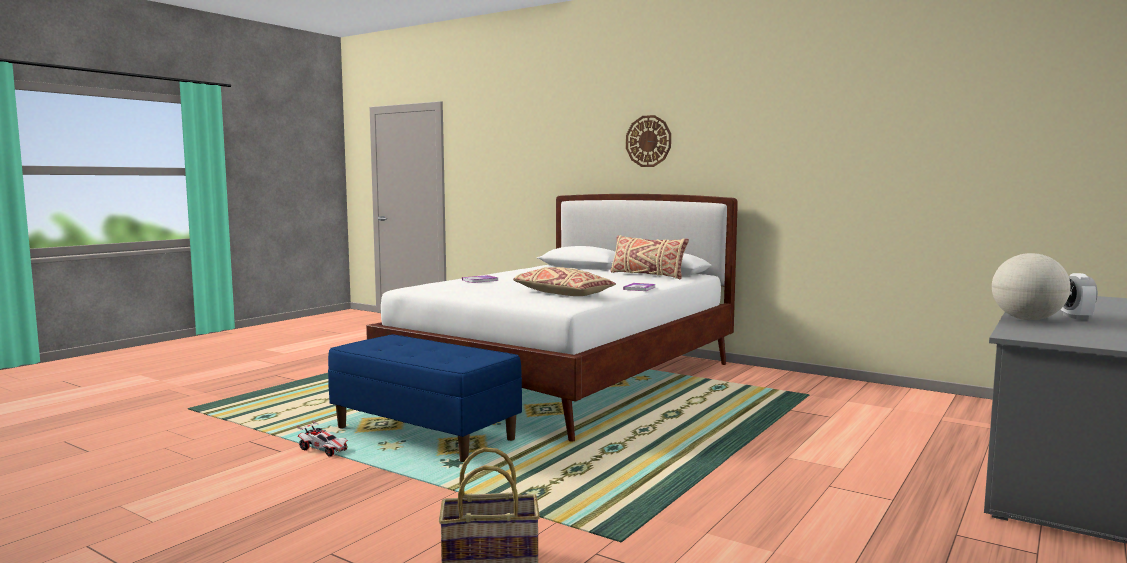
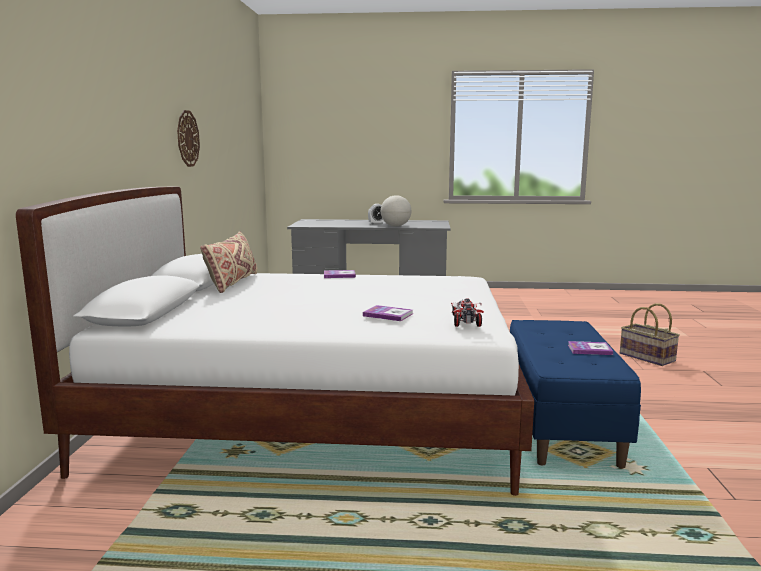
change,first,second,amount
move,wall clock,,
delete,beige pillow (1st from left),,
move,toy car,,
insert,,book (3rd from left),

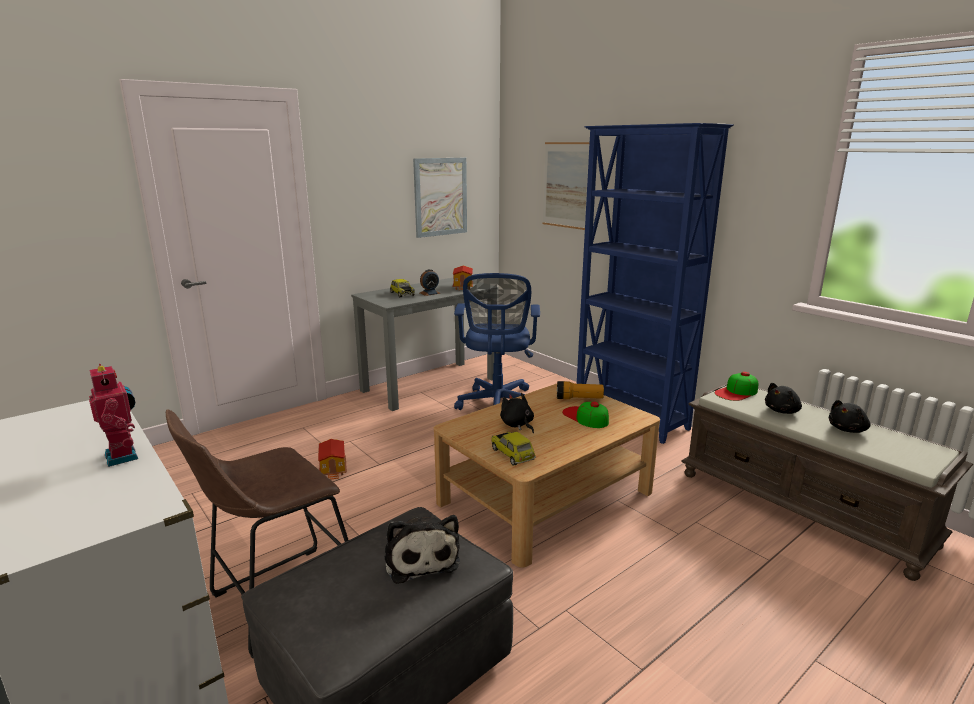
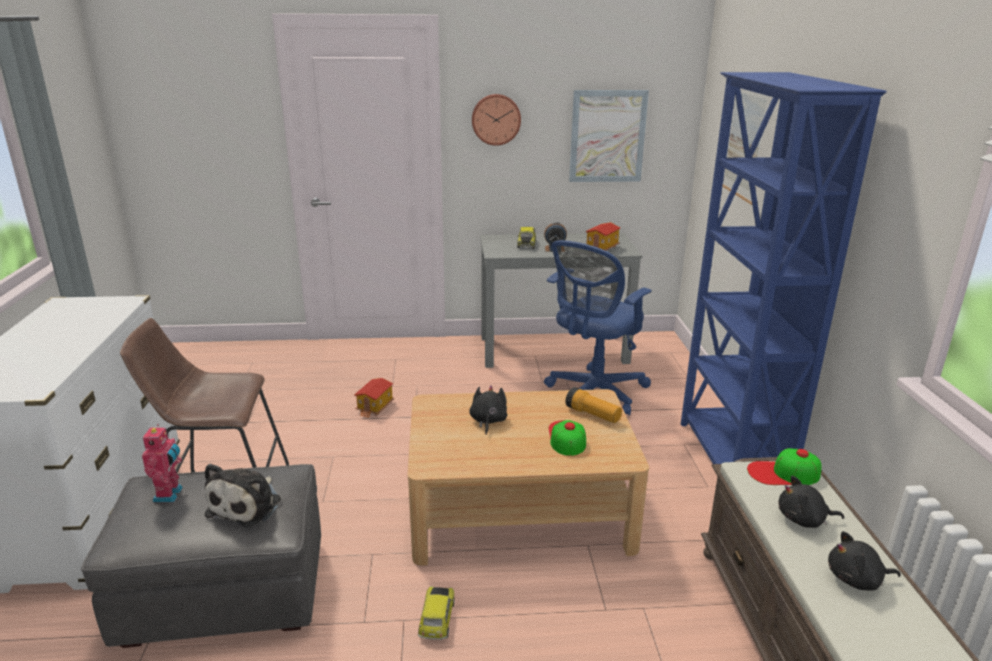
change,first,second,amount
move,toy robot,,
move,toy car (2nd from left in the first image),toy car (1st from left),
insert,,wall clock,

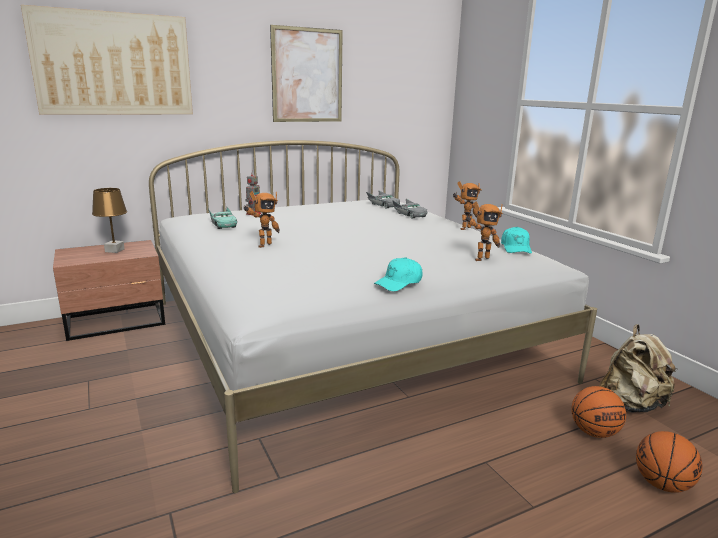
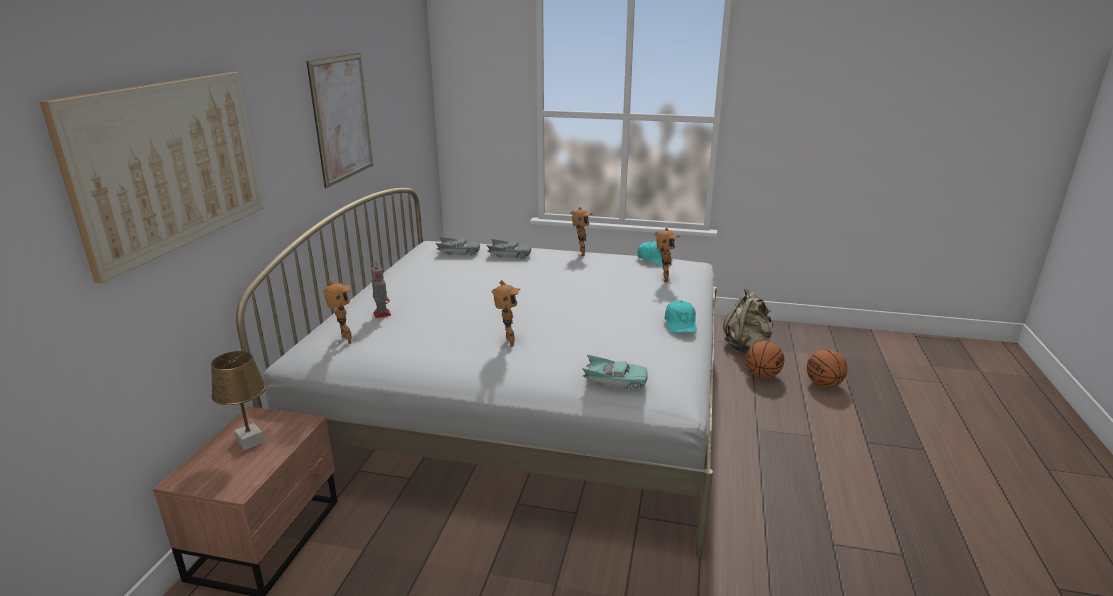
change,first,second,amount
move,turquoise toy car,,
insert,,toy robot (1st from left),

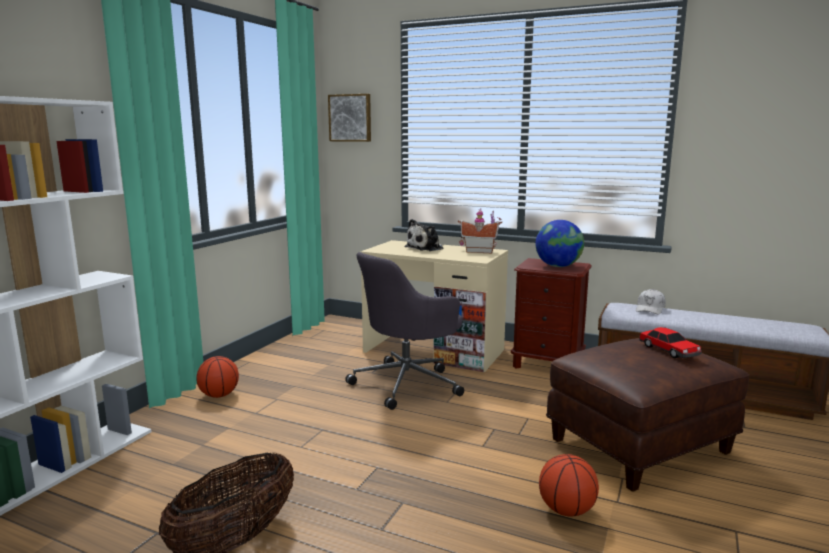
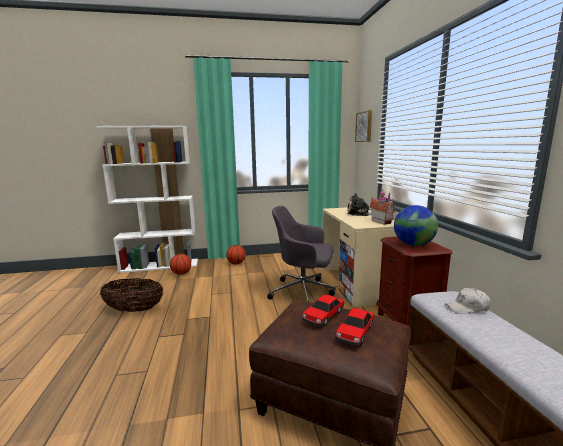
change,first,second,amount
move,basketball (2nd from left in the first image),basketball (1st from left),
insert,,toy car (1st from left),

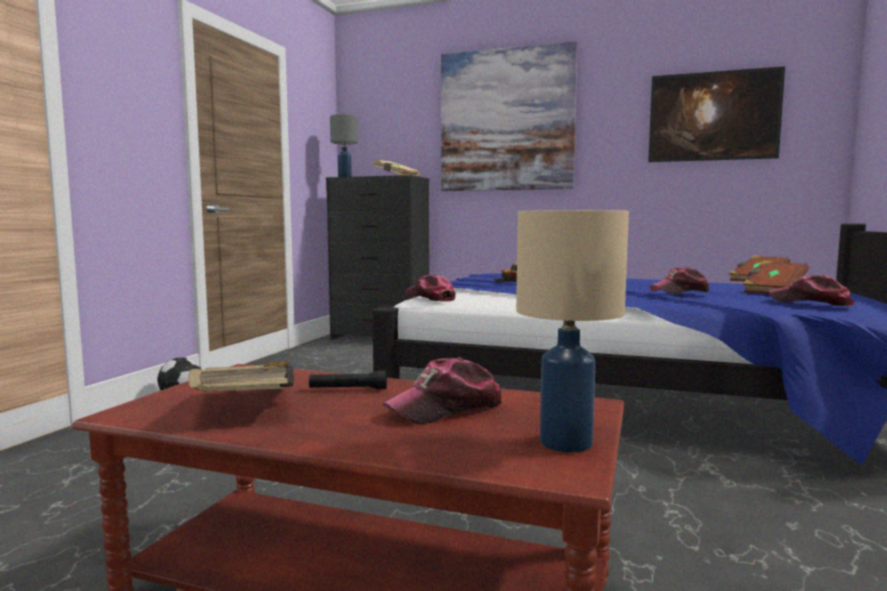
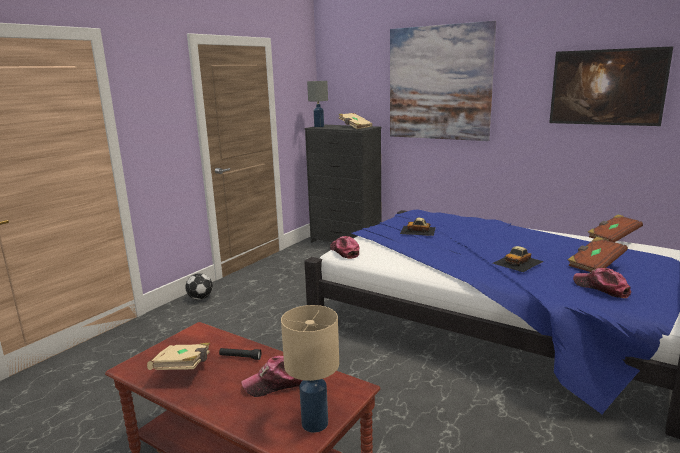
change,first,second,amount
replace,cap (3rd from left),toy car (2nd from left),

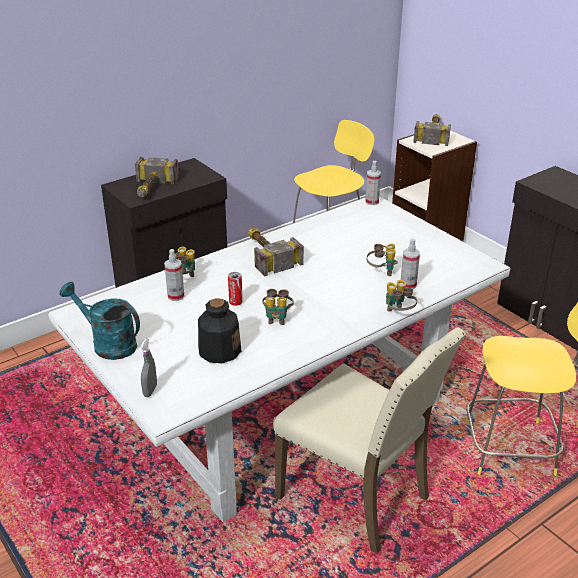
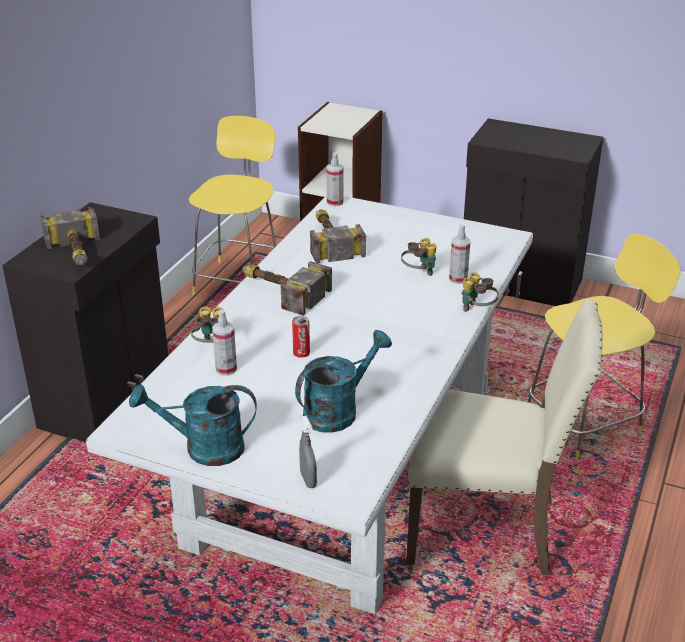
change,first,second,amount
move,hammer (3rd from left),,
delete,binoculars (2nd from left),,
replace,bottle,turquoise watering can (2nd from left),

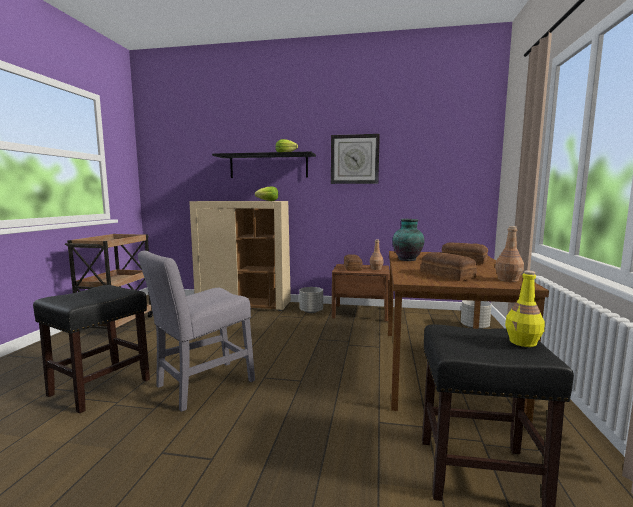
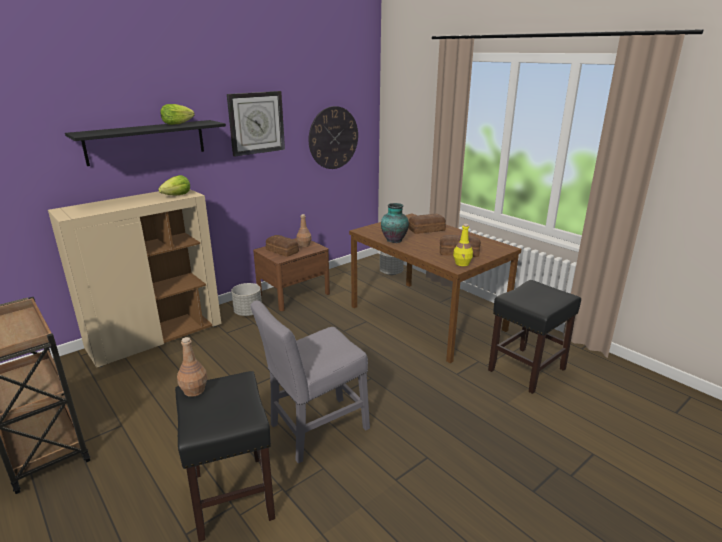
change,first,second,amount
move,brown bottle (2nd from left in the first image),brown bottle (1st from left),
rotate,grey chair,,60 degrees clockwise
move,yellow bottle,,
insert,,wall clock (2nd from left),

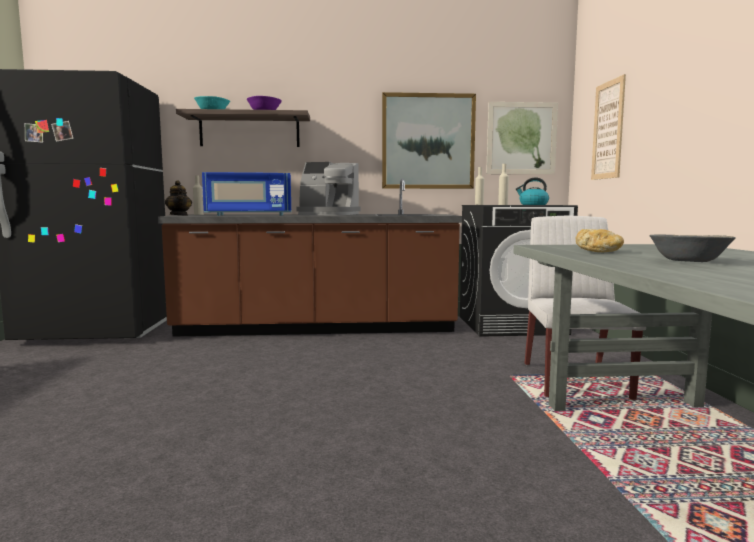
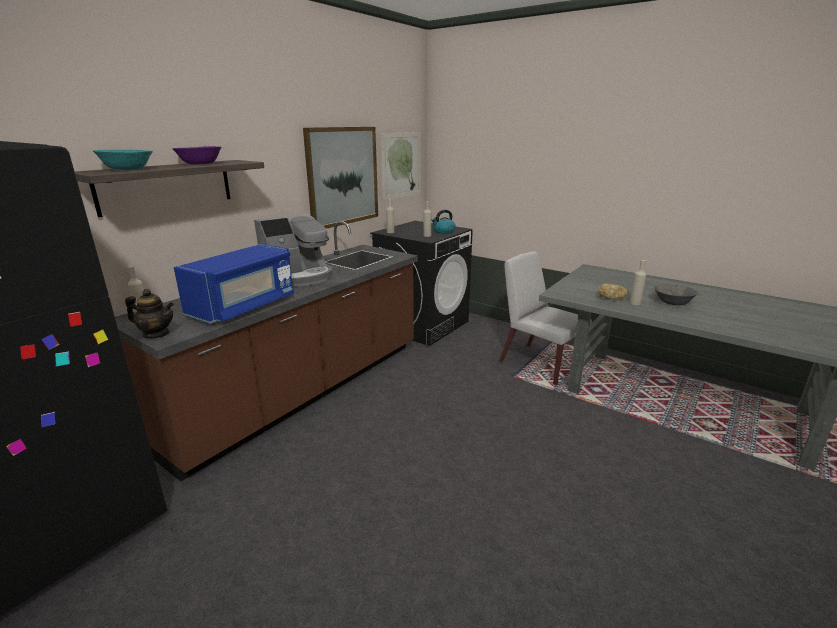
change,first,second,amount
delete,picture (3rd from left),,
insert,,beige bottle (4th from left),

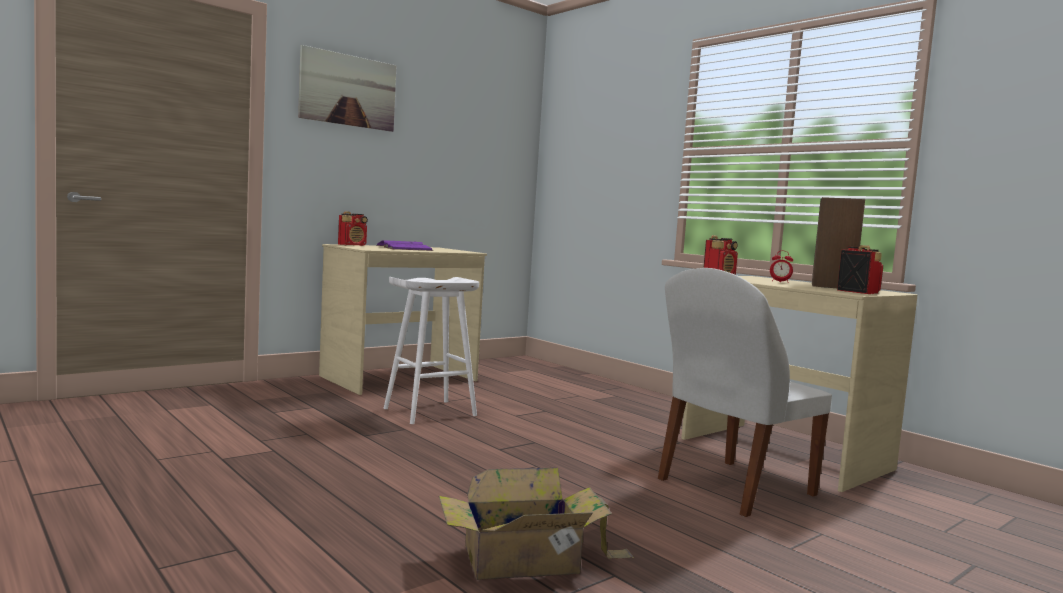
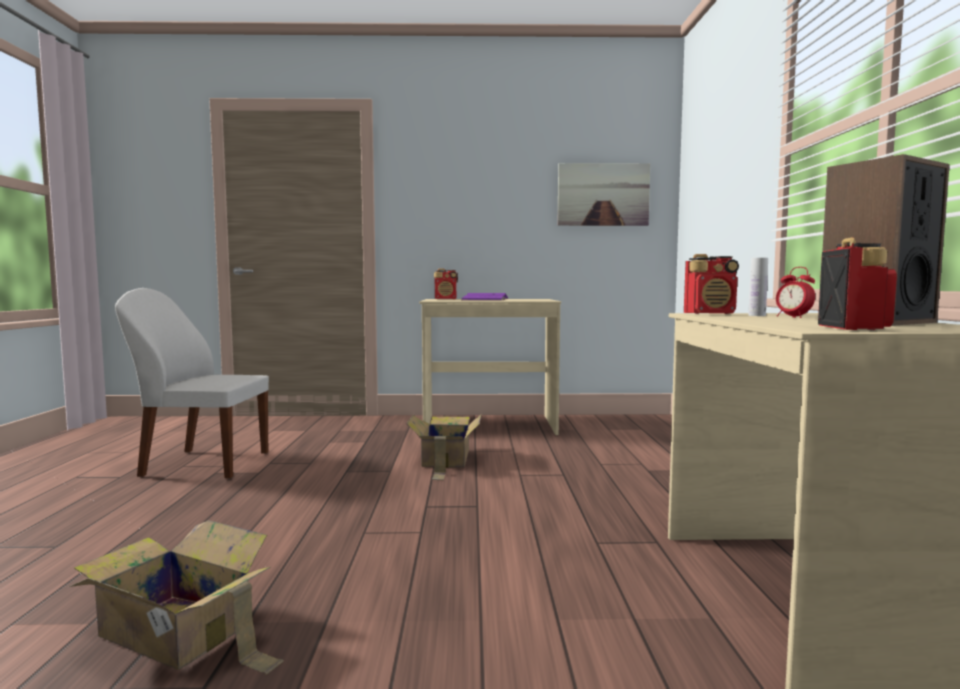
change,first,second,amount
move,picture,,
move,white chair,,
replace,white stool,cardboard box (2nd from left),
insert,,white bottle,

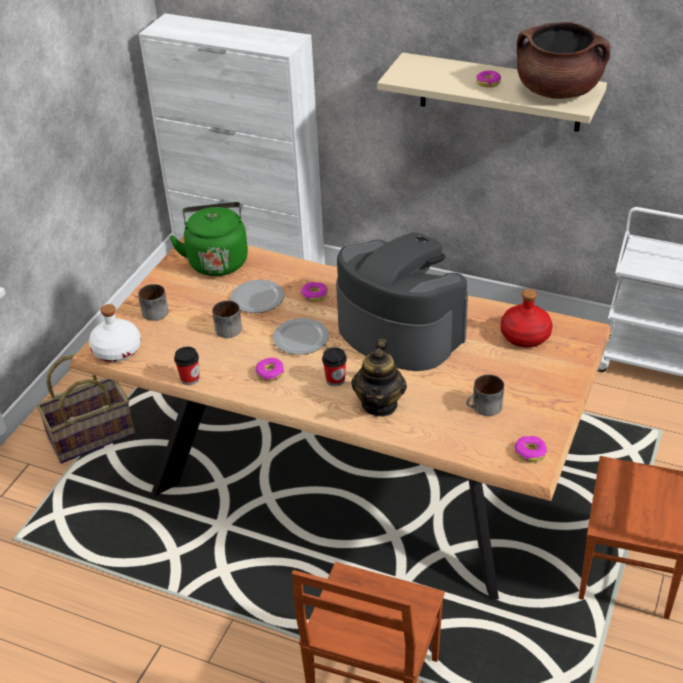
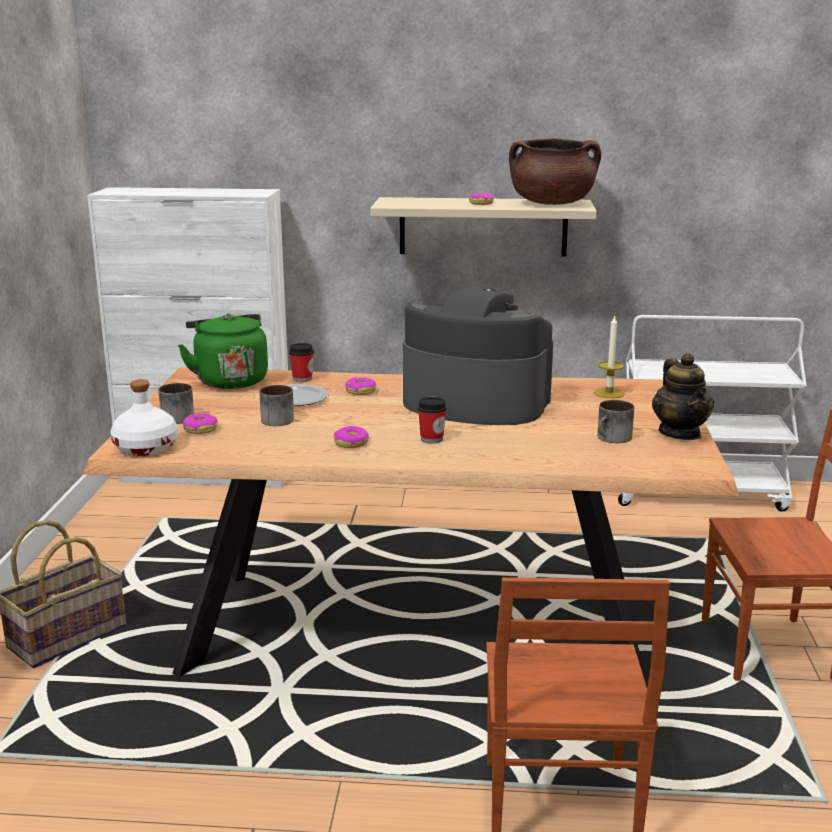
change,first,second,amount
replace,red bottle,candle,
delete,plate (2nd from left),,
move,teapot,,
move,cup (1st from left),,
move,donut (4th from left in the first image),donut (1st from left),

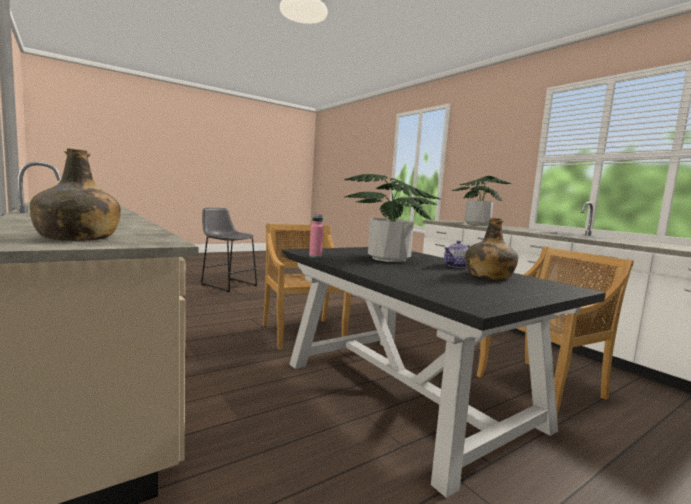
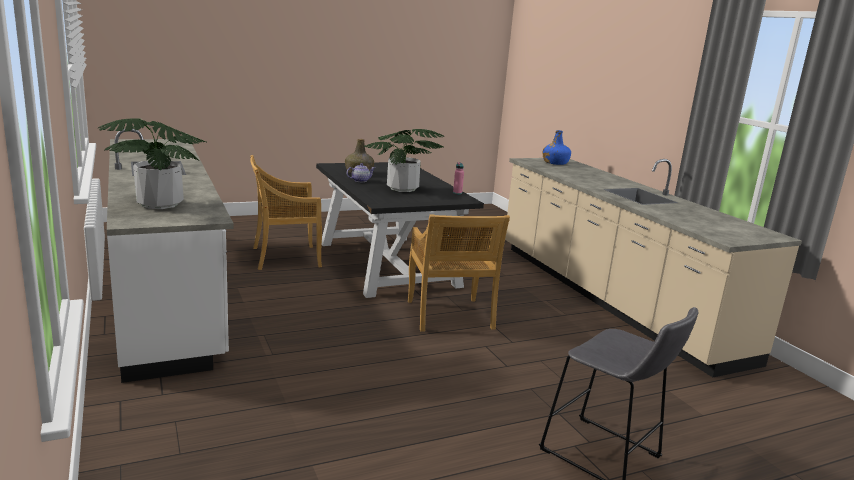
change,first,second,amount
recolor,green bottle (1st from left),blue bottle,

